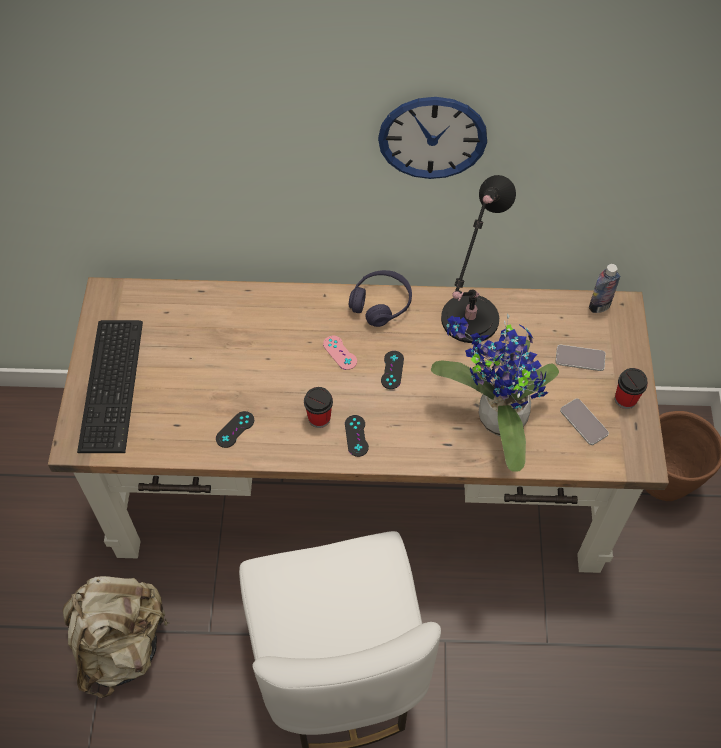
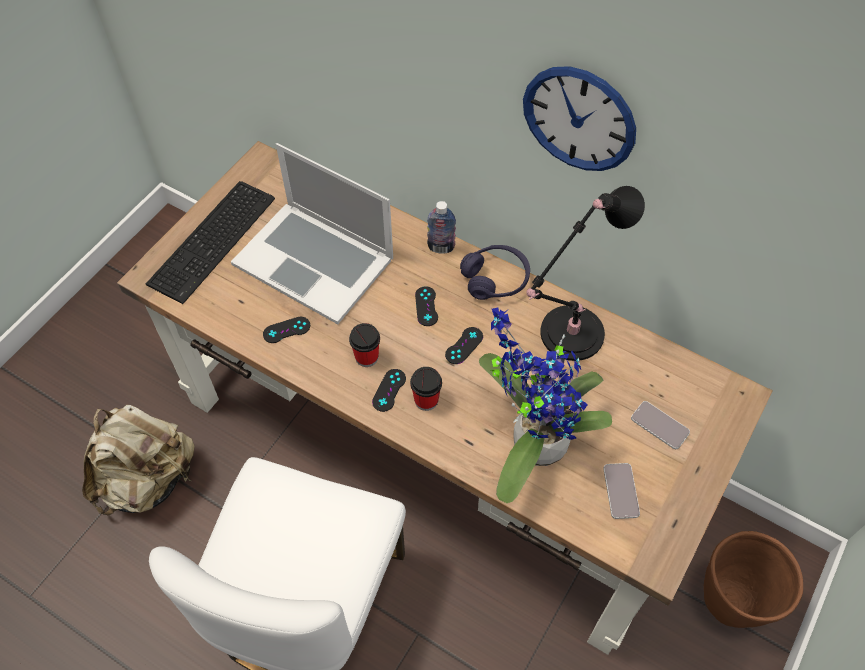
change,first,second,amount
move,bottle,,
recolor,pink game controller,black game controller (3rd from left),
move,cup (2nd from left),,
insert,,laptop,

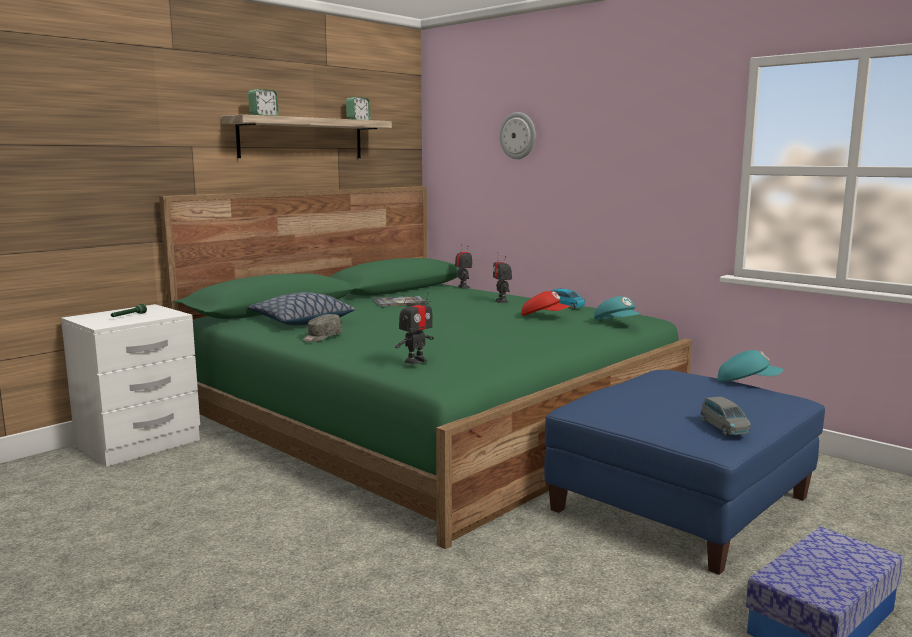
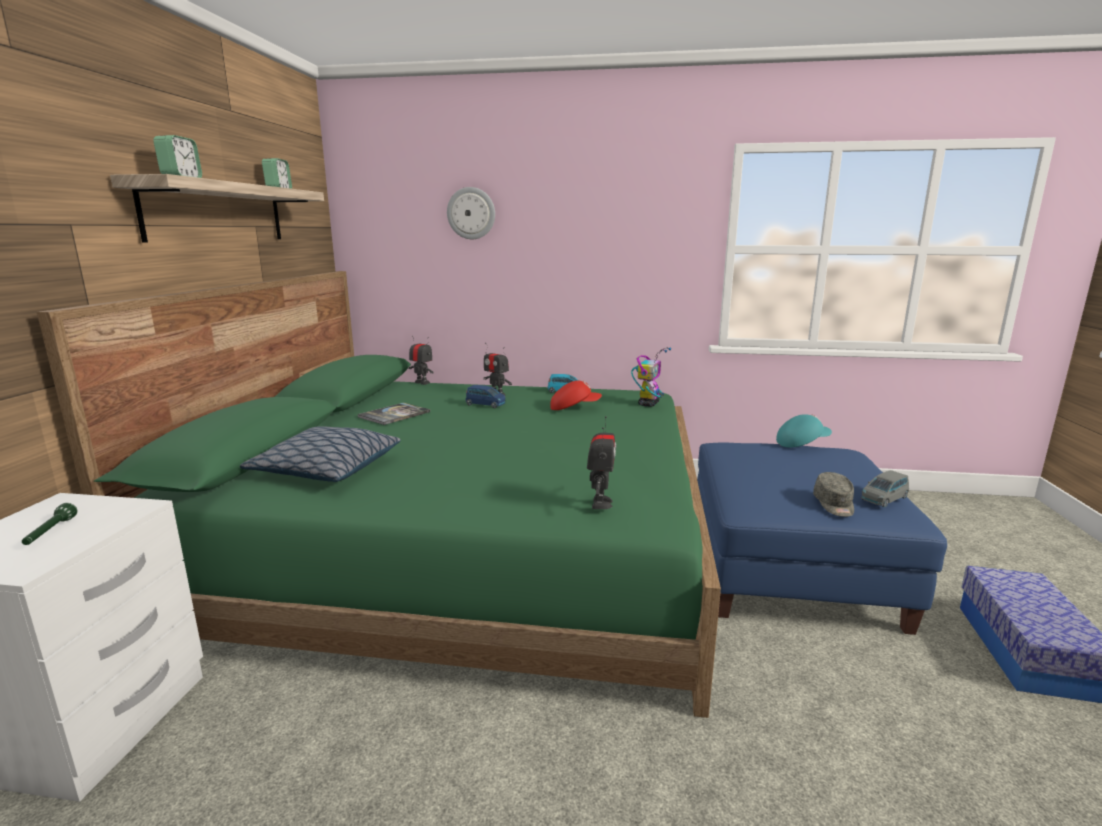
change,first,second,amount
replace,turquoise cap (1st from left),toy robot (4th from left),
move,grey cap,,
rotate,grey toy car,,105 degrees clockwise
insert,,blue toy car (1st from left),

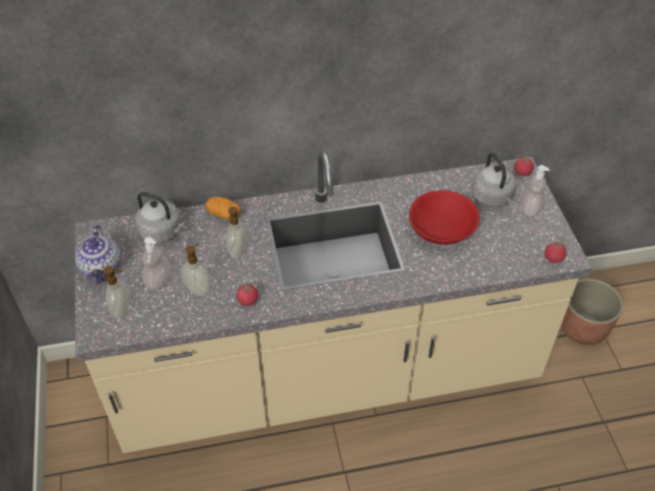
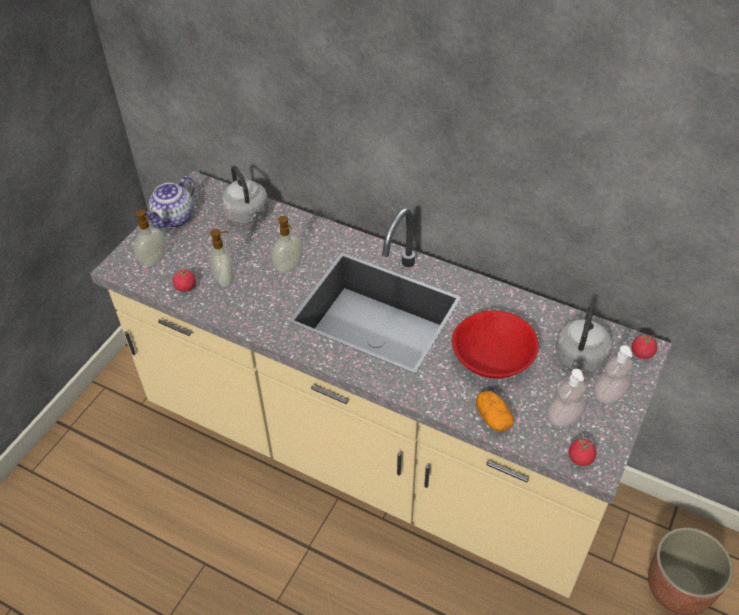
change,first,second,amount
move,potato,,
move,soap dispenser (2nd from left in the first image),soap dispenser (4th from left),
move,tomato (1st from left),,

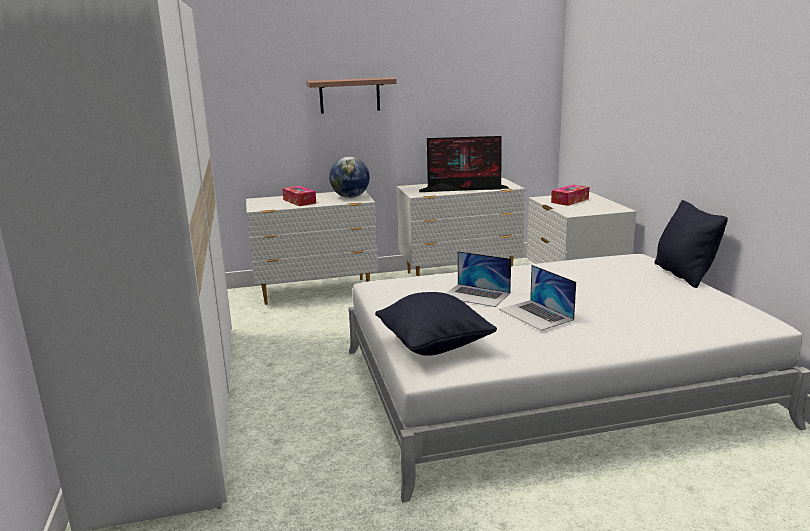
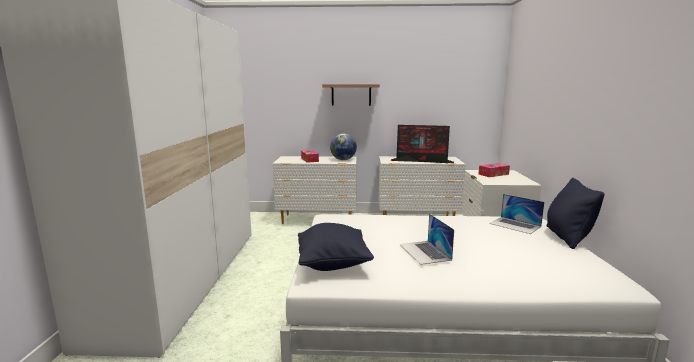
change,first,second,amount
move,laptop (1st from left in the first image),laptop (2nd from left),

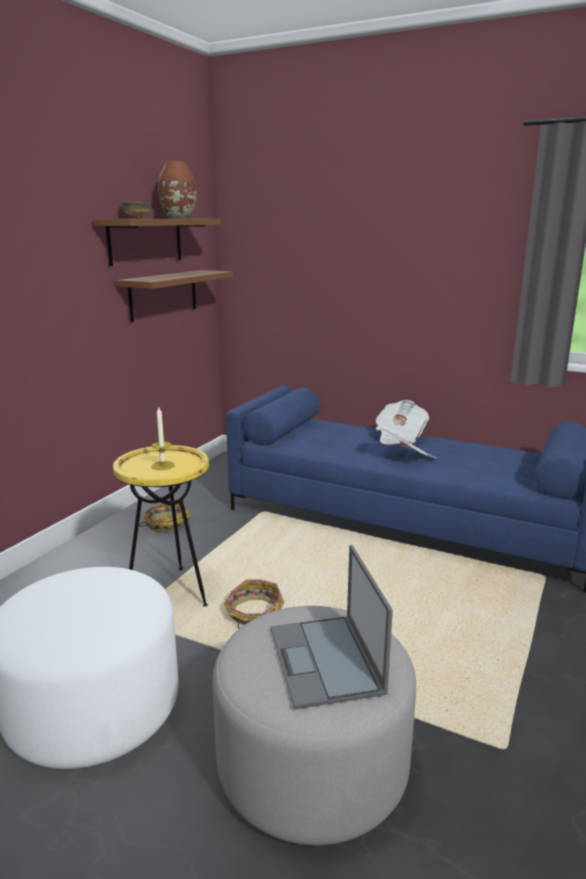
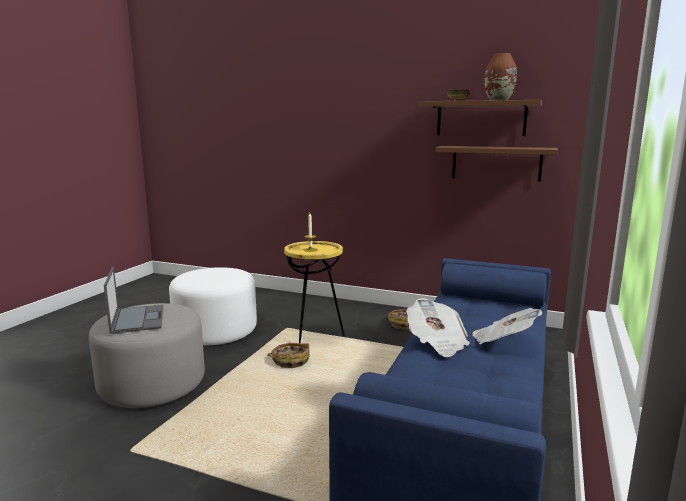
change,first,second,amount
rotate,laptop,,90 degrees clockwise

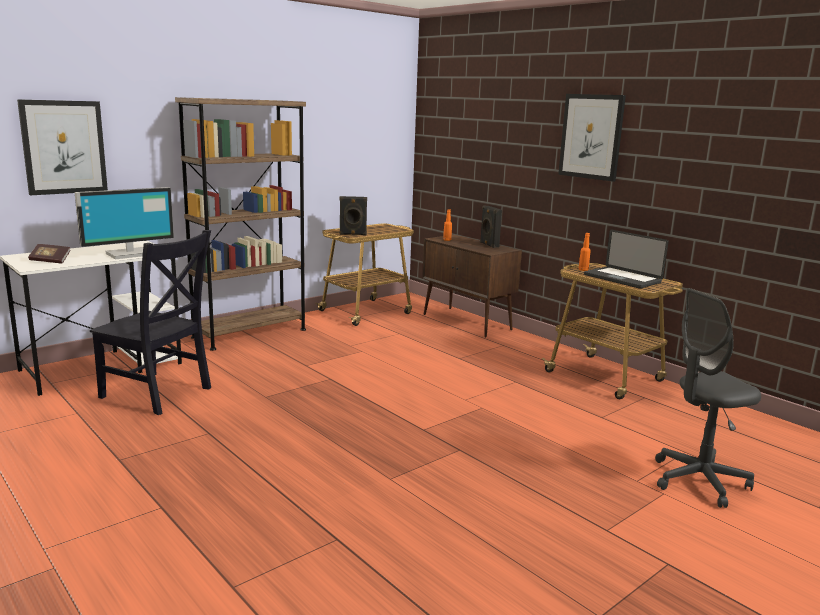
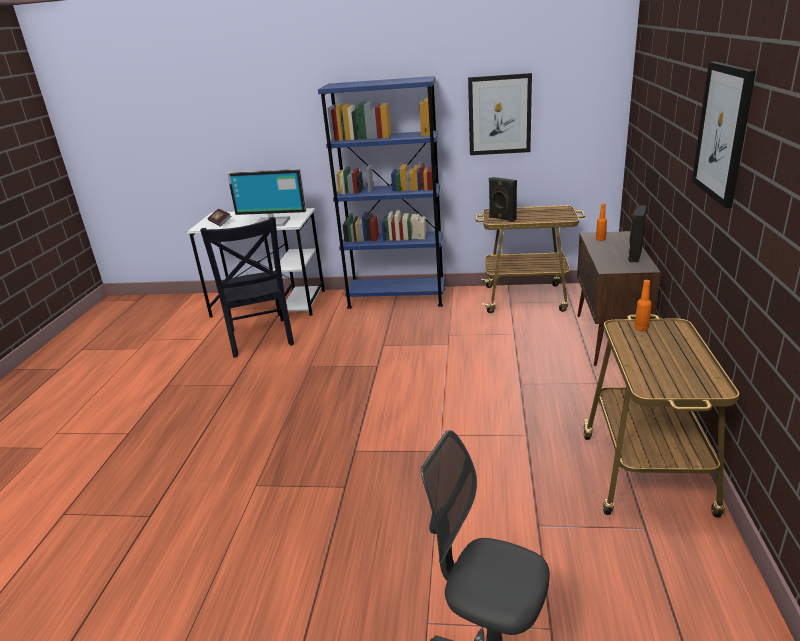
change,first,second,amount
recolor,brown bookcase,blue bookcase,
move,picture (1st from left),,
delete,laptop,,

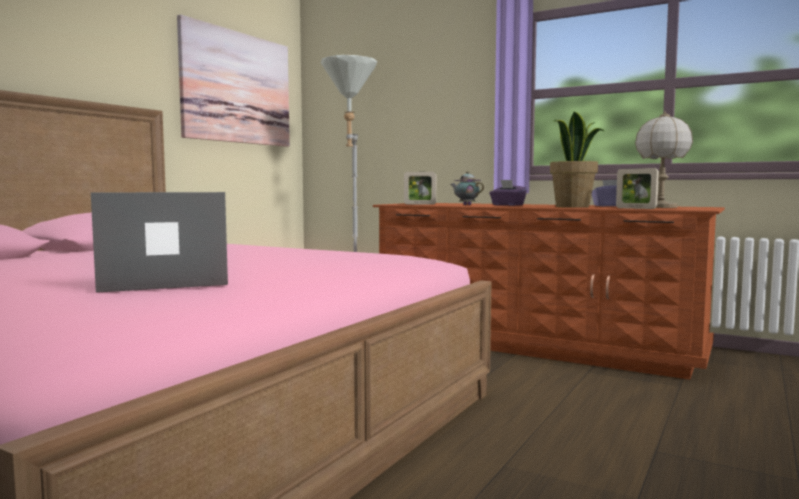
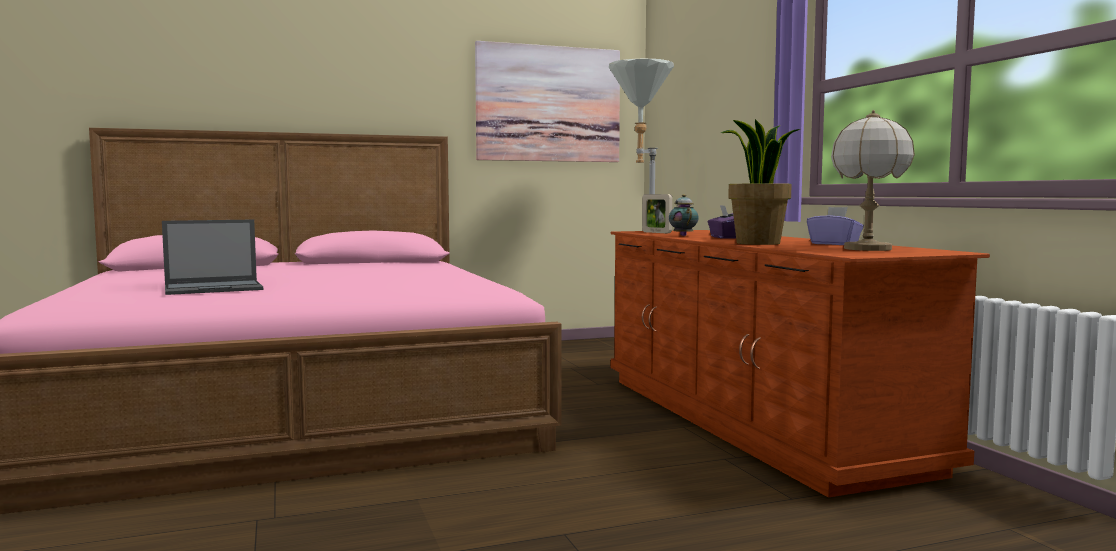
change,first,second,amount
delete,picture frame (2nd from left),,
rotate,laptop,,135 degrees clockwise

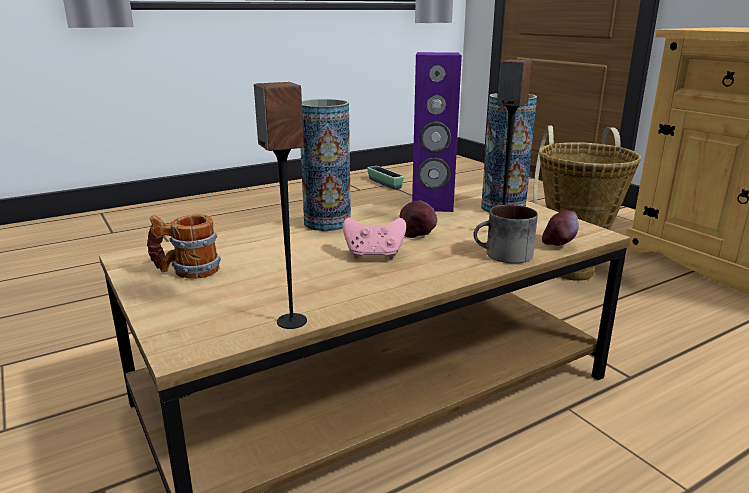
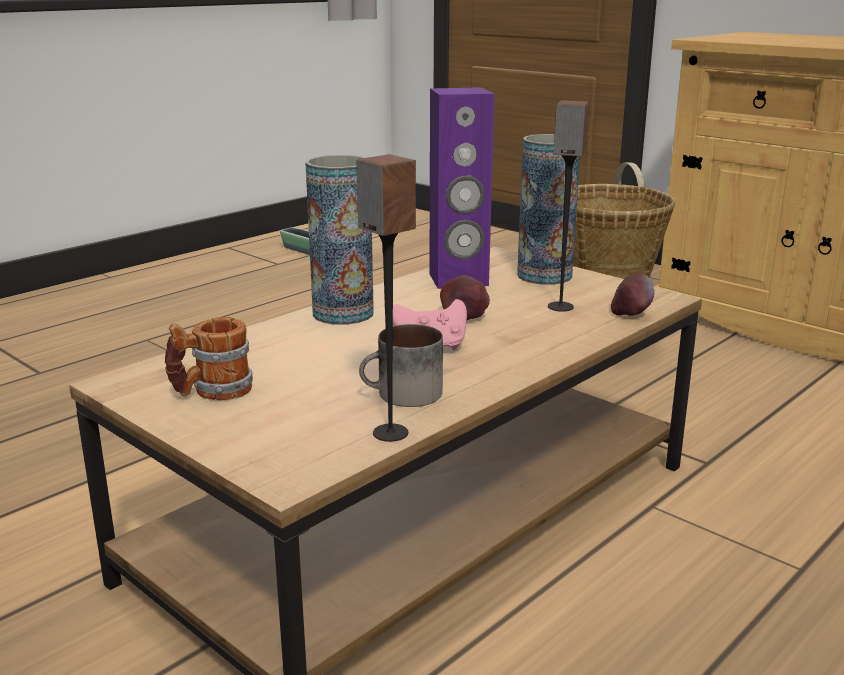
change,first,second,amount
move,mug (2nd from left),,

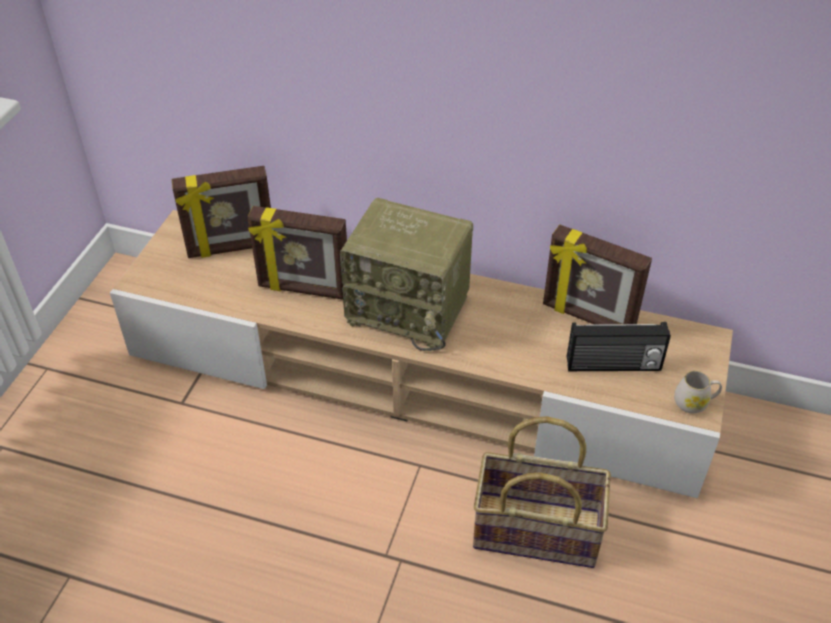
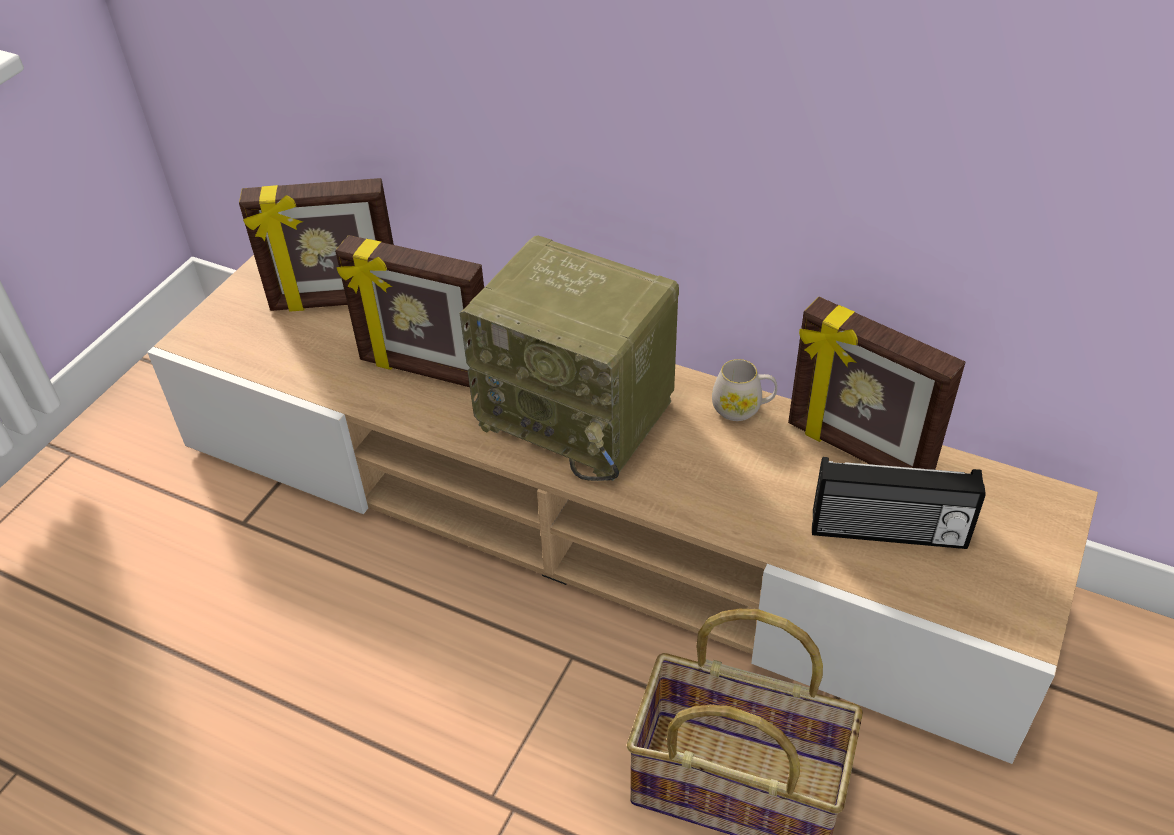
change,first,second,amount
move,white mug,,

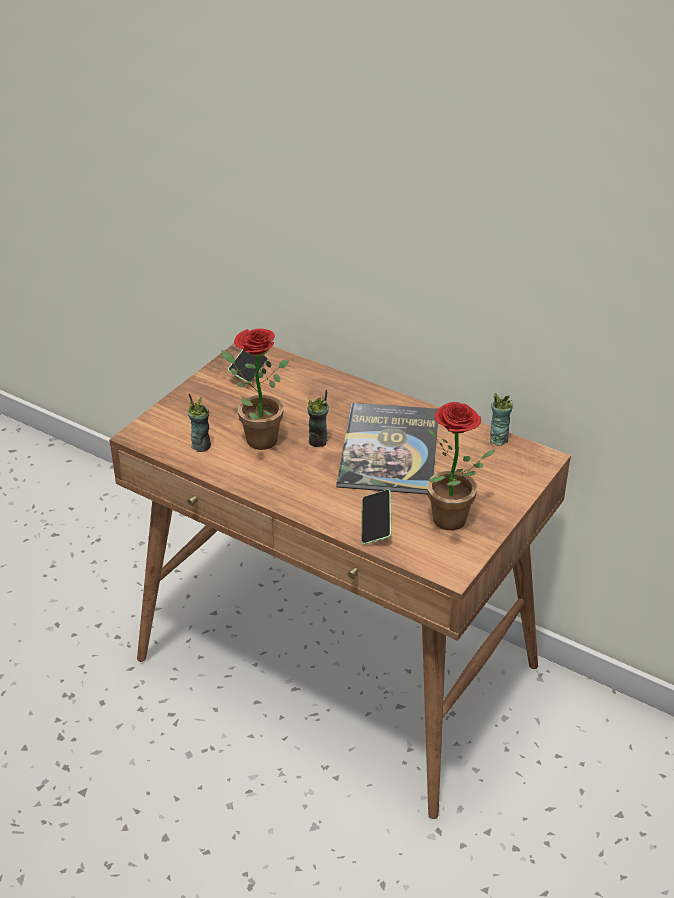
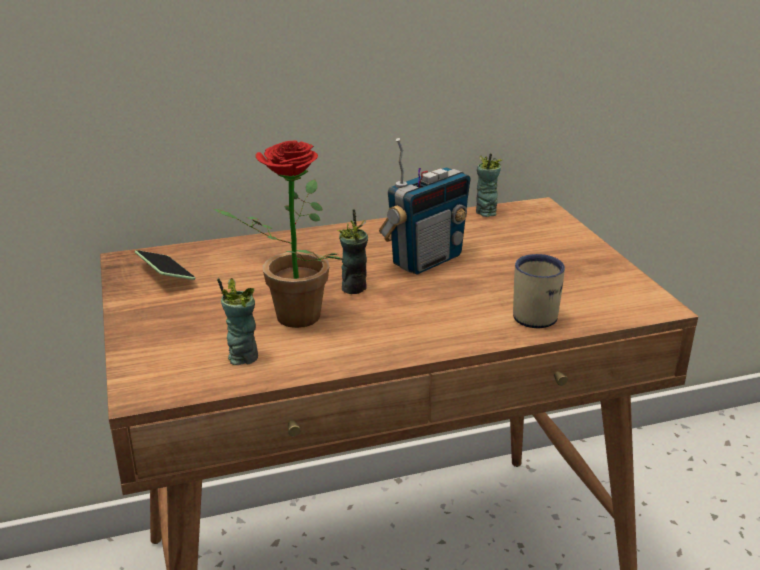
change,first,second,amount
delete,potted plant (2nd from left),,
replace,book,radio,
replace,phone (2nd from left),beige mug,

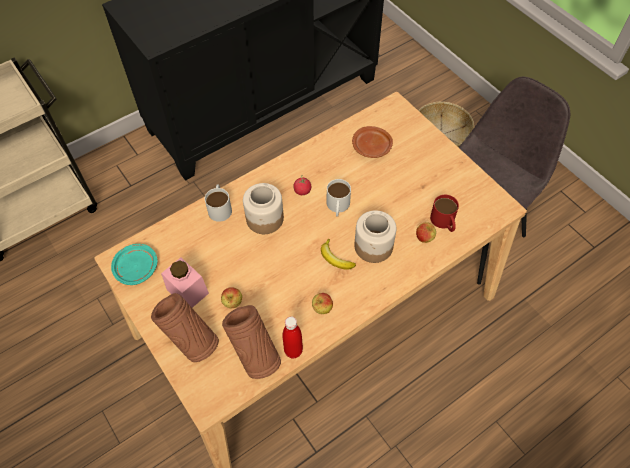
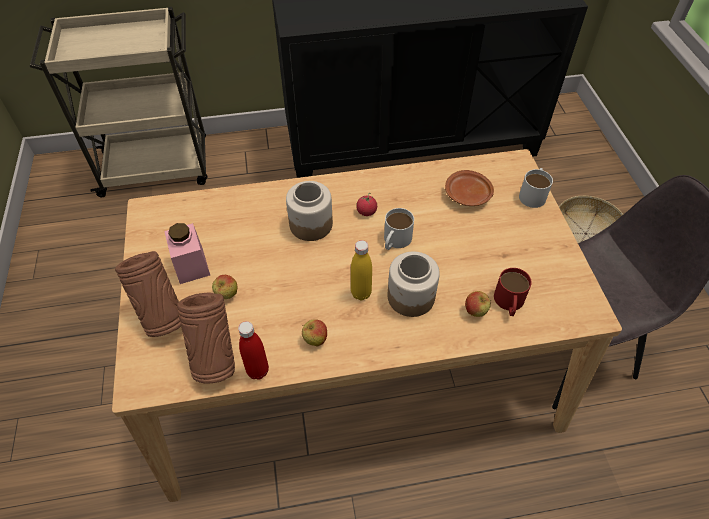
change,first,second,amount
move,white mug (1st from left in the first image),white mug (2nd from left),
replace,banana,yellow bottle,
delete,turquoise plate,,

